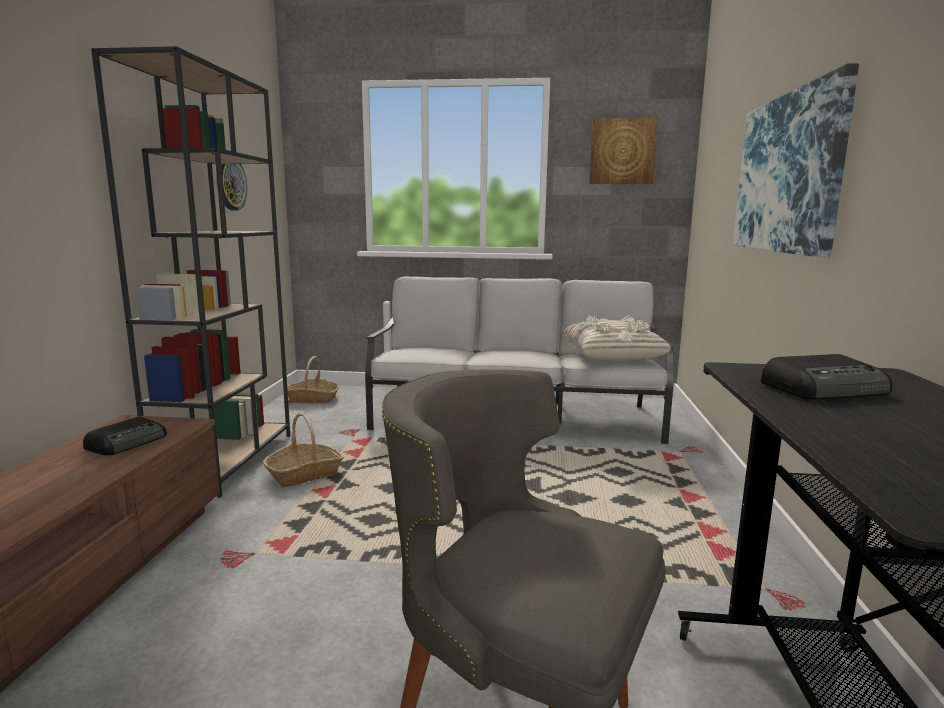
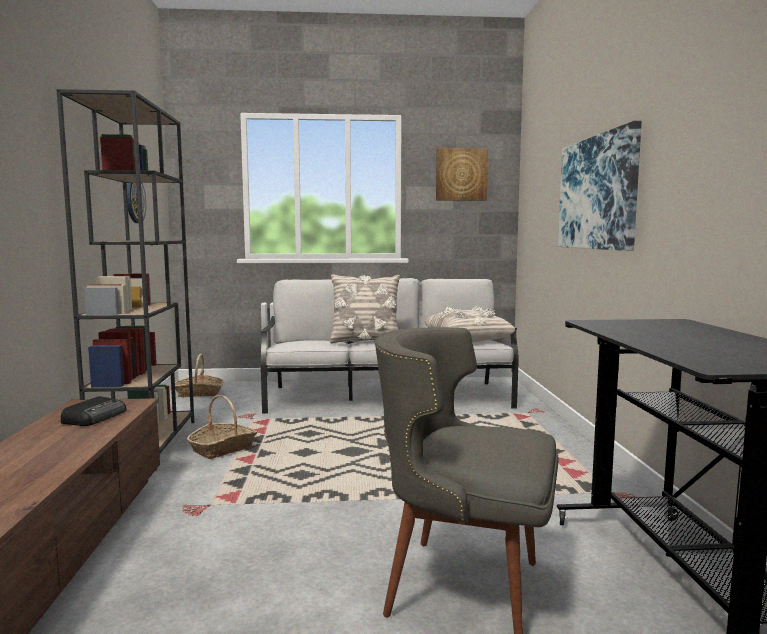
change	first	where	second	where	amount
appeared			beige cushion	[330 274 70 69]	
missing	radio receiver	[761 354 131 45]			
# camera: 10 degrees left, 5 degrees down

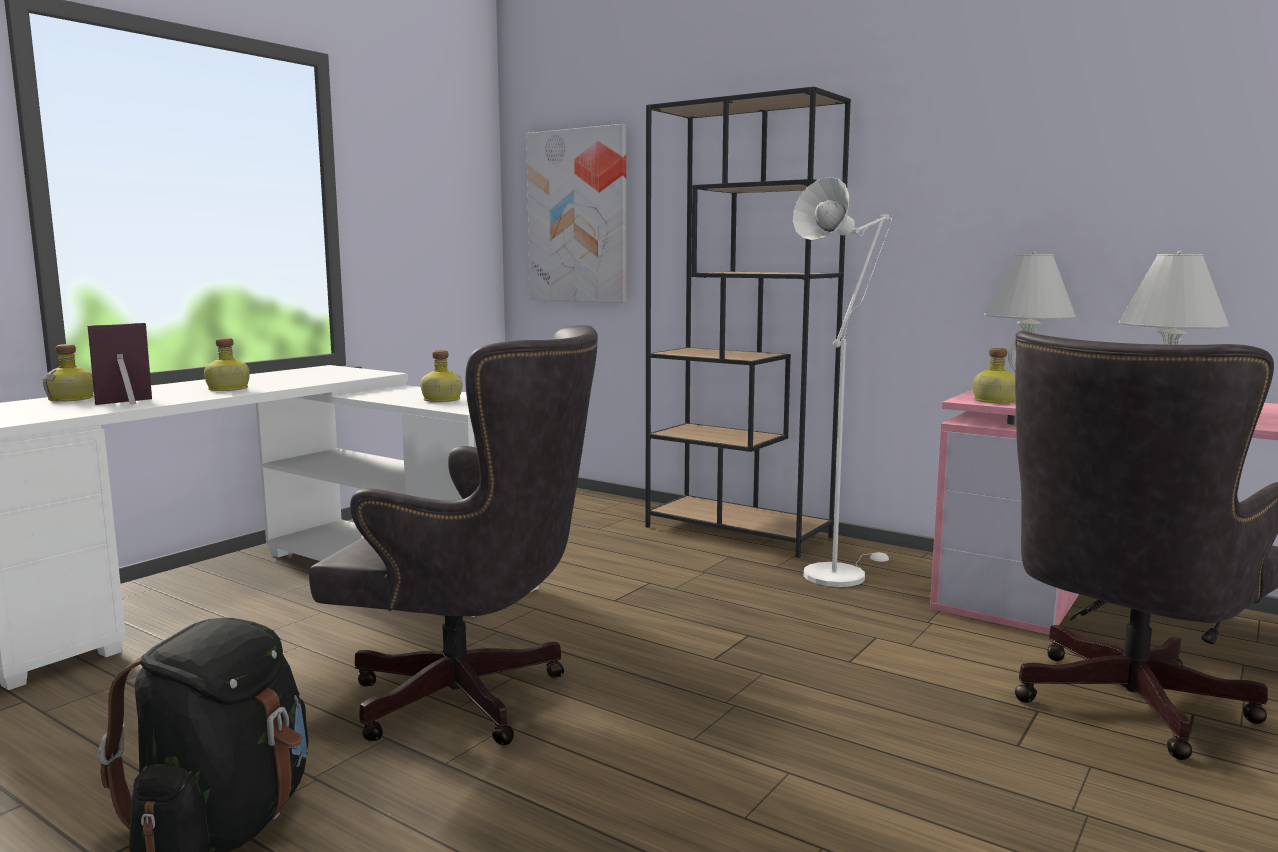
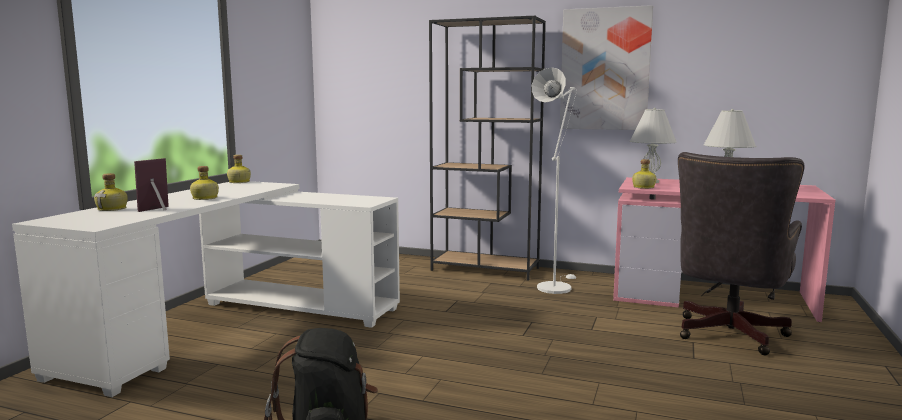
change	first	where	second	where	amount
relocated	drink bottle	[420 350 42 52]		[227 155 24 28]	
relocated	wall art	[526 124 101 179]		[560 5 93 125]	
missing	grey desk chair	[309 325 289 420]			
# camera: 15 degrees left, 0 degrees up

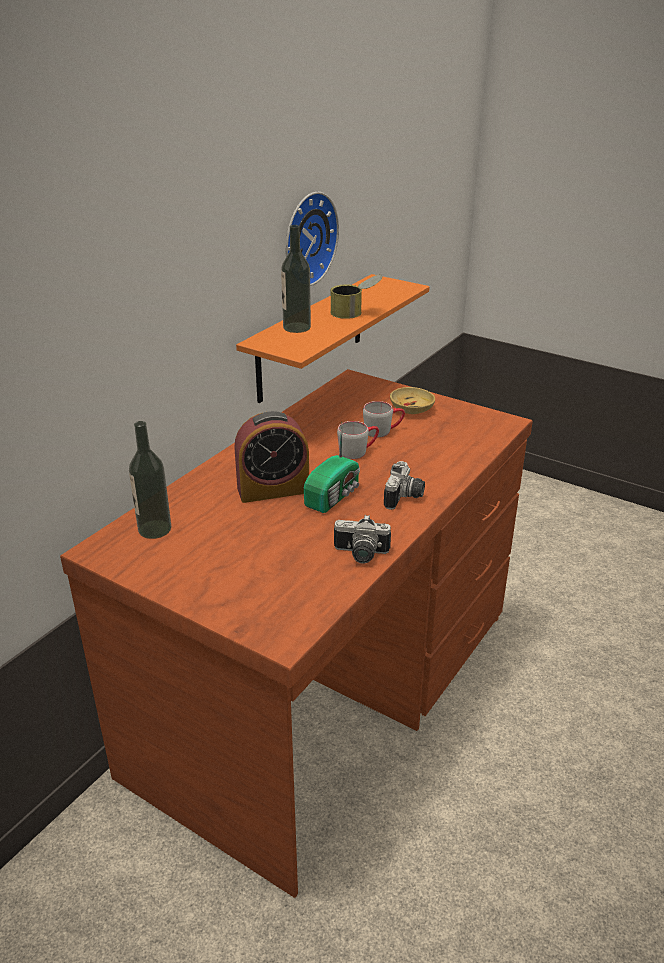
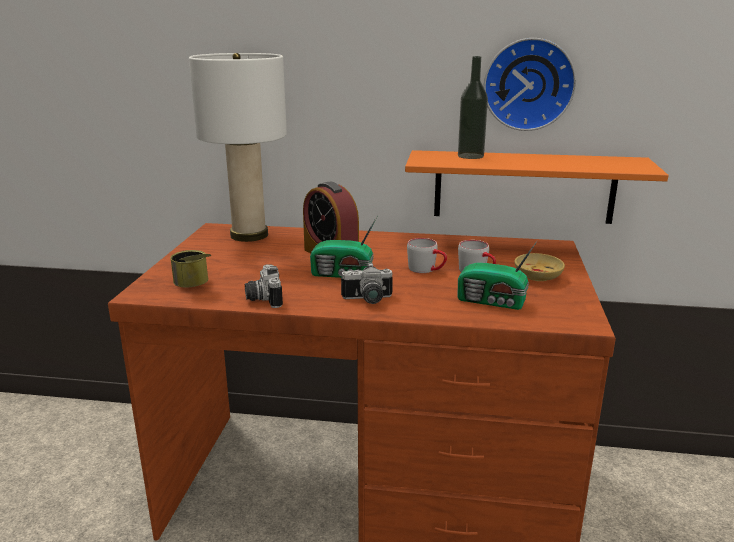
change	first	where	second	where	amount
relocated	can	[330 275 52 44]		[170 250 41 37]	
exchanged	drink bottle	[129 421 42 118]	whitish lamp for a table	[189 53 98 189]	
appeared			radio receiver	[458 241 79 69]	
# camera: 65 degrees right, 10 degrees down

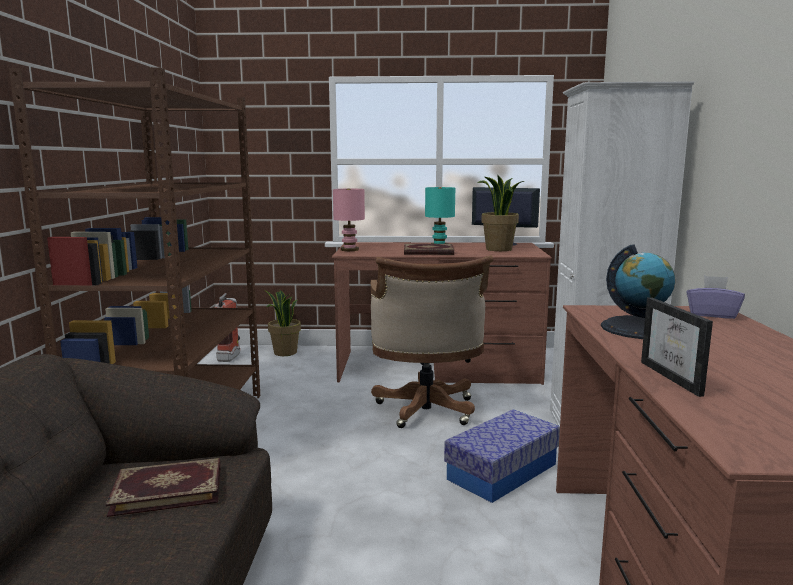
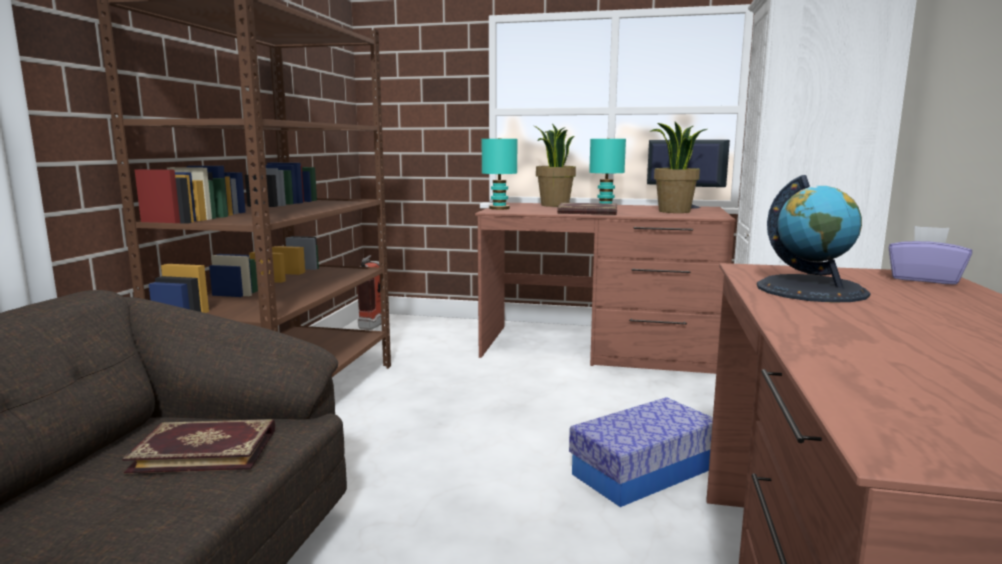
change	first	where	second	where	amount
colour	pinkish lamp for a table	[333 189 32 62]	turquoise-coloured lamp for a table	[482 138 36 72]	
relocated	houseplant	[265 289 36 67]		[534 123 42 84]	
missing	desk chair	[371 255 122 173]			
missing	picture frame	[641 297 72 100]			
# camera: 10 degrees right, 0 degrees up

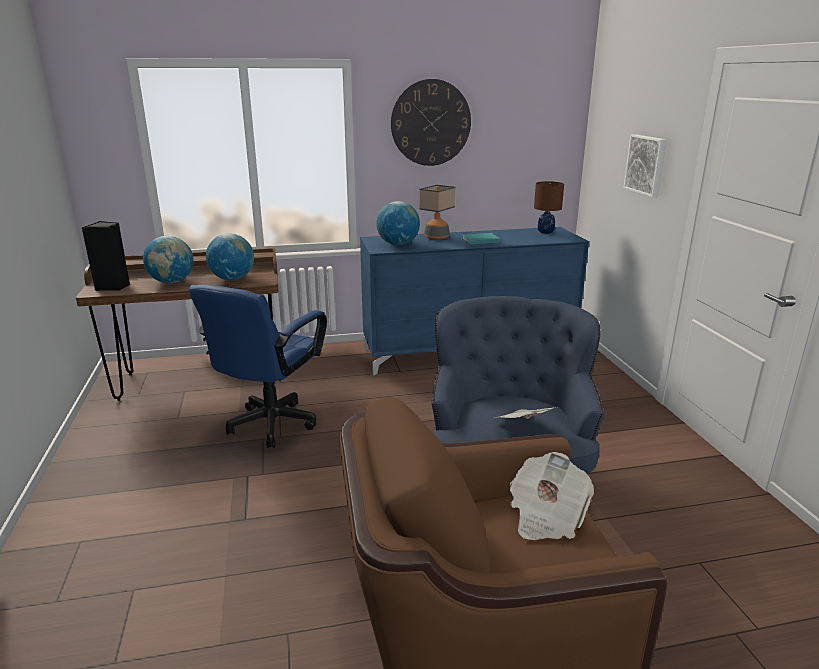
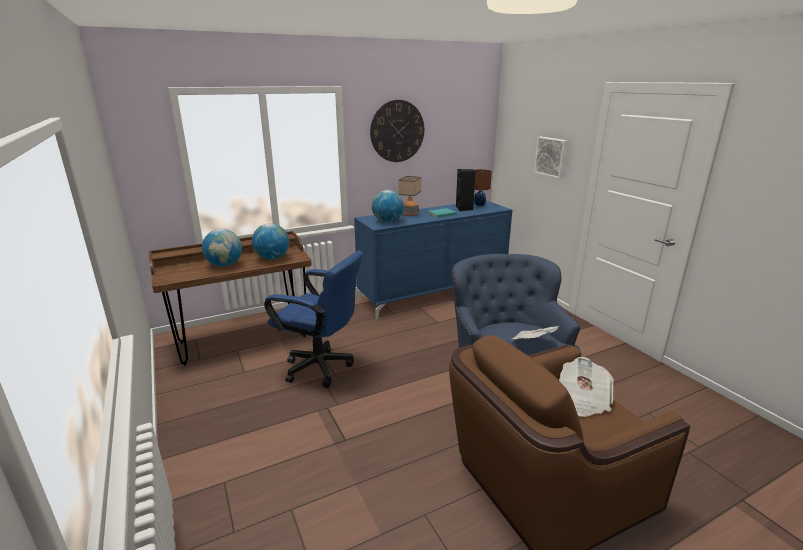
change	first	where	second	where	amount
spun	blue desk chair	[189 284 138 164]		[264 251 99 137]	75 degrees counterclockwise
relocated	black audio speaker	[82 221 48 70]		[456 169 20 42]	
# camera: 15 degrees left, 0 degrees up

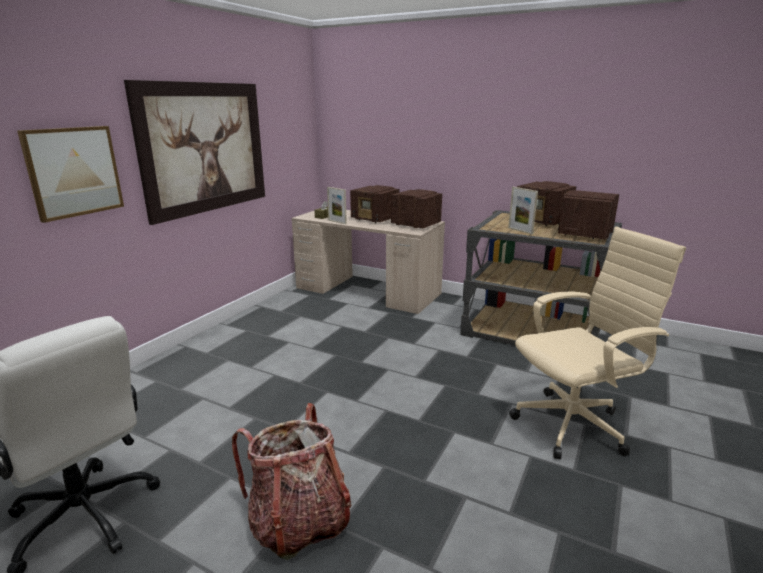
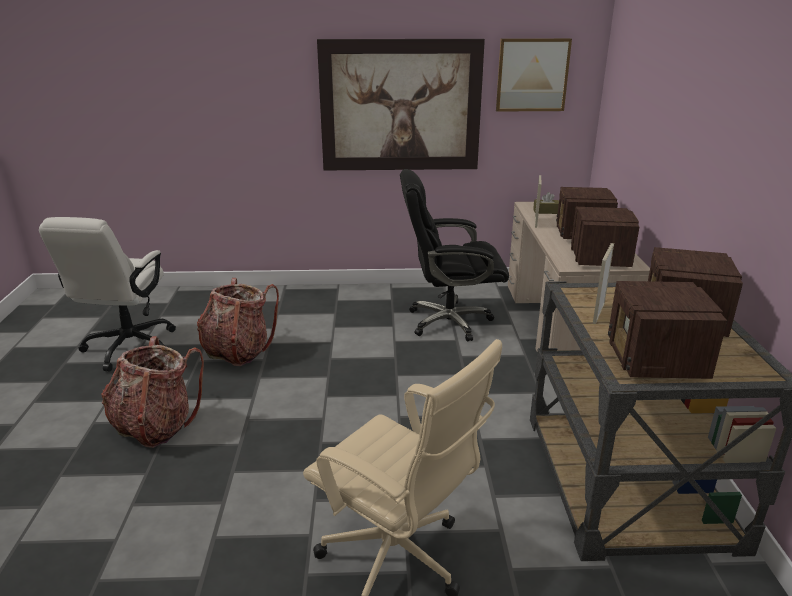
change	first	where	second	where	amount
appeared			backpack	[197 278 82 88]	
appeared			black desk chair	[400 169 109 173]	
relocated	wall art	[17 126 107 97]		[496 38 76 74]	
spun	radio receiver	[558 190 61 49]		[608 281 119 98]	90 degrees counterclockwise
# camera: 60 degrees right, 5 degrees up

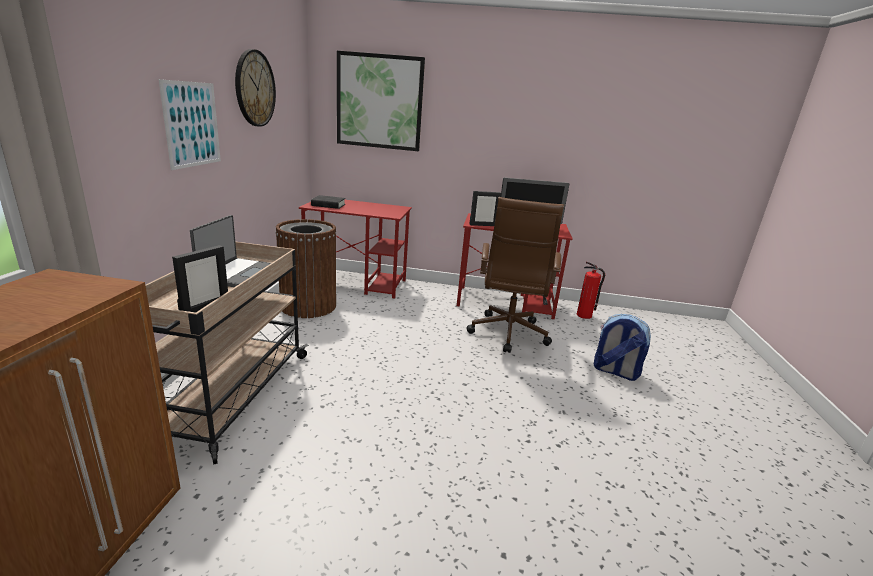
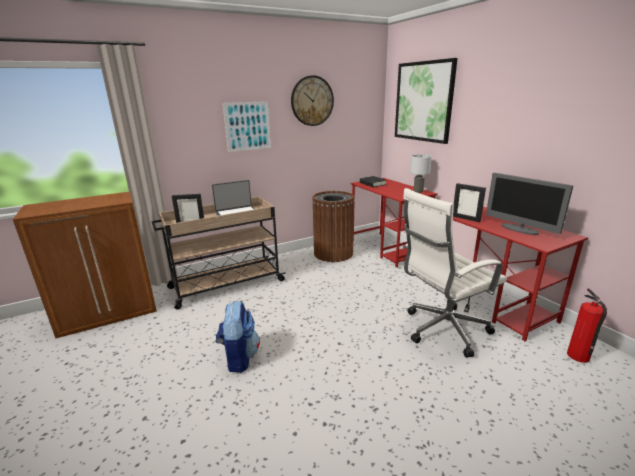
change	first	where	second	where	amount
relocated	backpack	[594 314 57 67]		[216 301 44 72]	
colour	brown desk chair	[466 197 98 156]	whitish desk chair	[403 188 104 170]	
appeared			whitish lamp for a table	[410 154 22 39]	
# camera: 55 degrees right, 0 degrees up

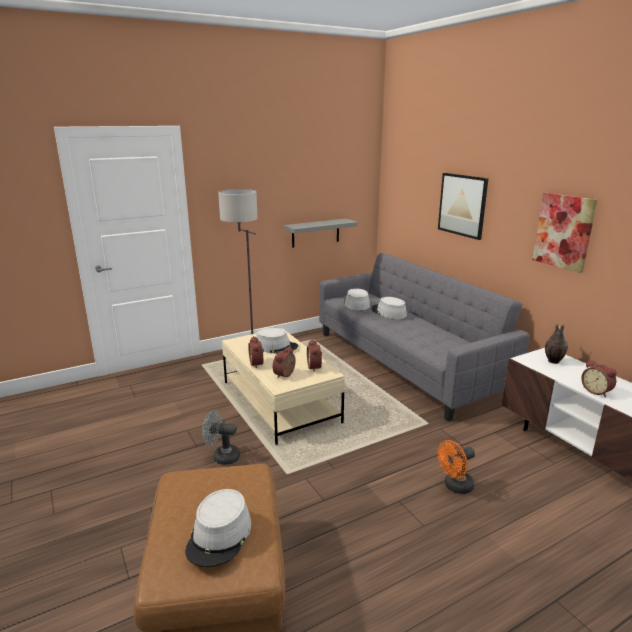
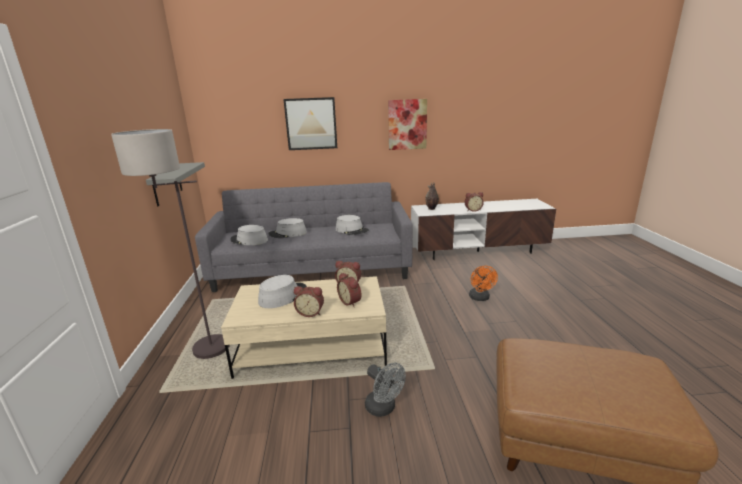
change	first	where	second	where	amount
relocated	grey hat	[185 489 66 78]		[336 215 33 20]	
spun	grey electric fan	[202 410 38 55]		[365 362 41 55]	75 degrees counterclockwise
# camera: 65 degrees left, 0 degrees up

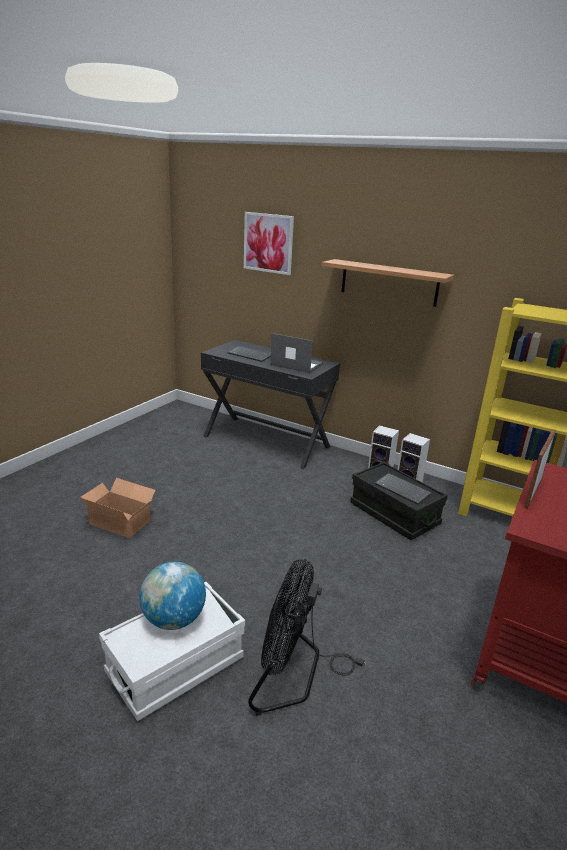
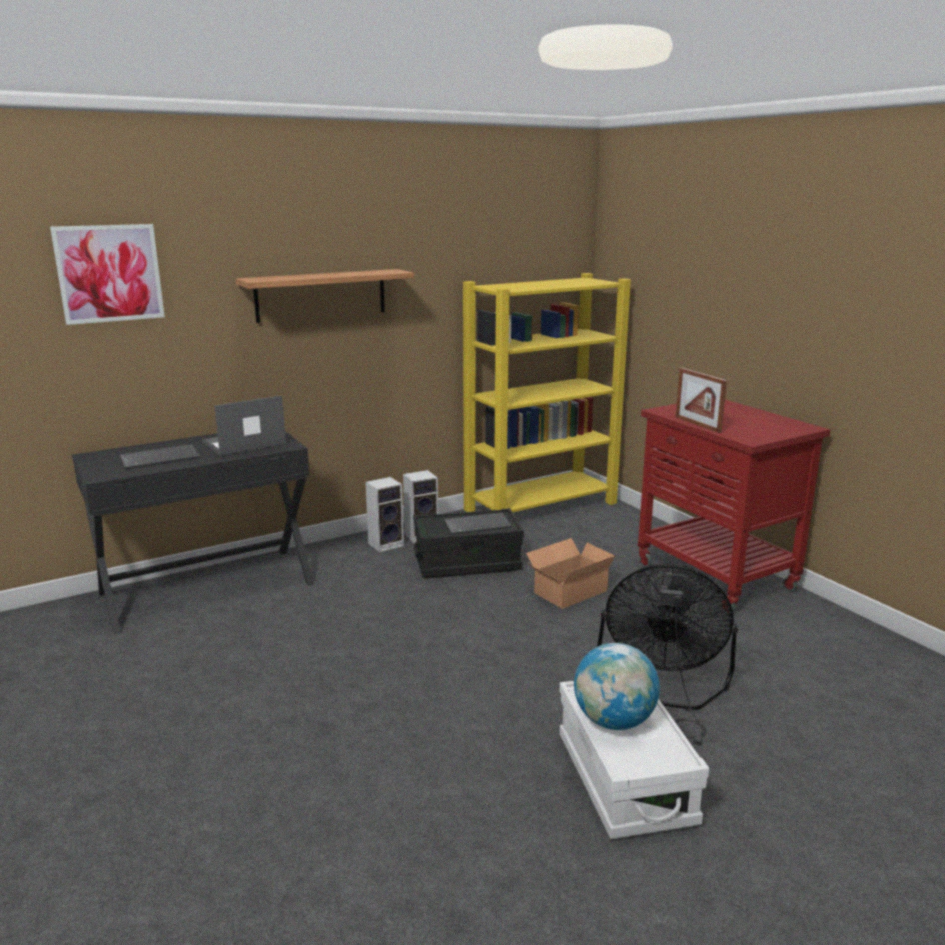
change	first	where	second	where	amount
relocated	carton	[81 478 75 60]		[526 538 90 71]	
spun	black electric fan	[248 559 117 157]		[597 564 141 182]	150 degrees clockwise
# camera: 60 degrees left, 5 degrees down

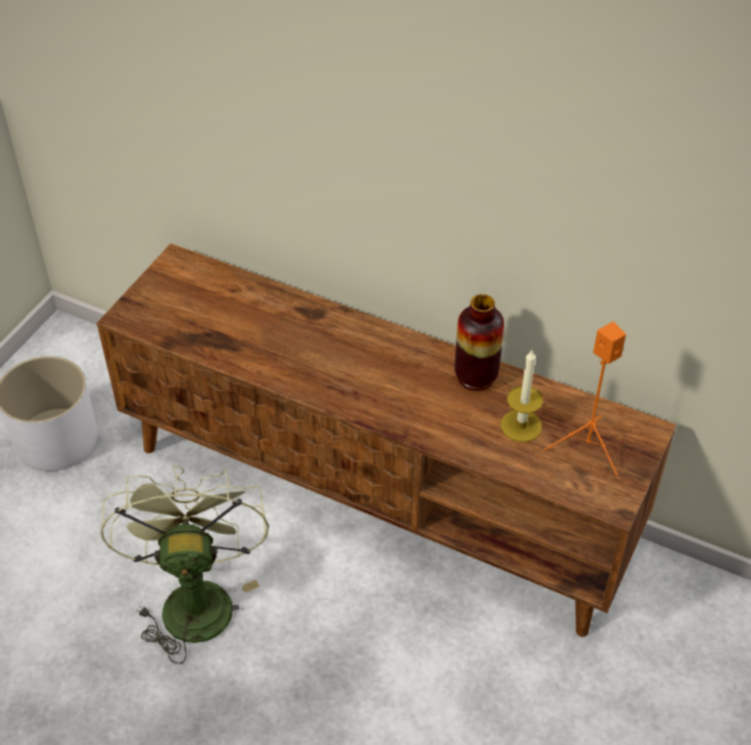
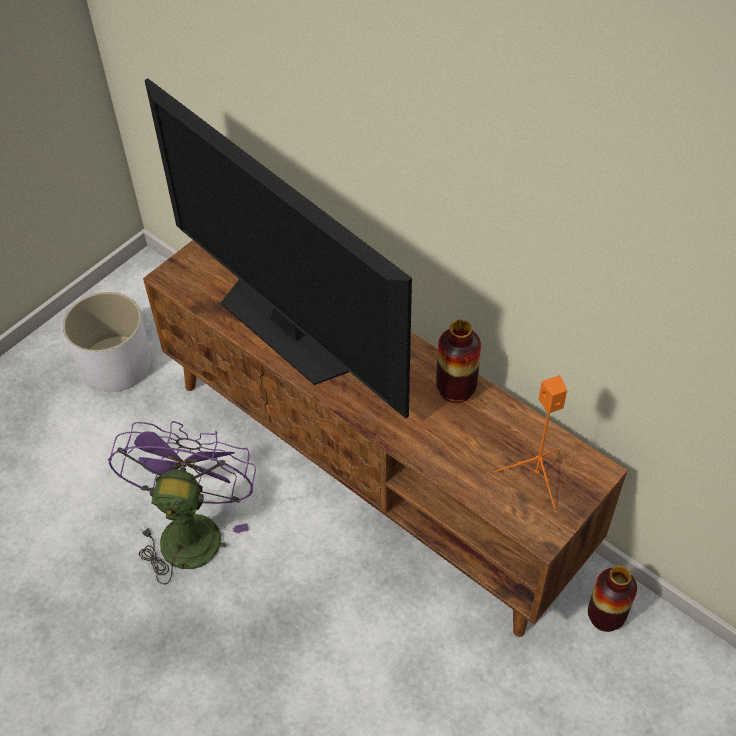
change	first	where	second	where	amount
colour	green electric fan	[100 466 169 198]	purplish electric fan	[108 421 148 163]	
appeared			television	[145 78 267 340]	
appeared			flower vase	[588 566 49 66]	
missing	wax candle	[501 350 42 92]			
# camera: 15 degrees right, 5 degrees up

